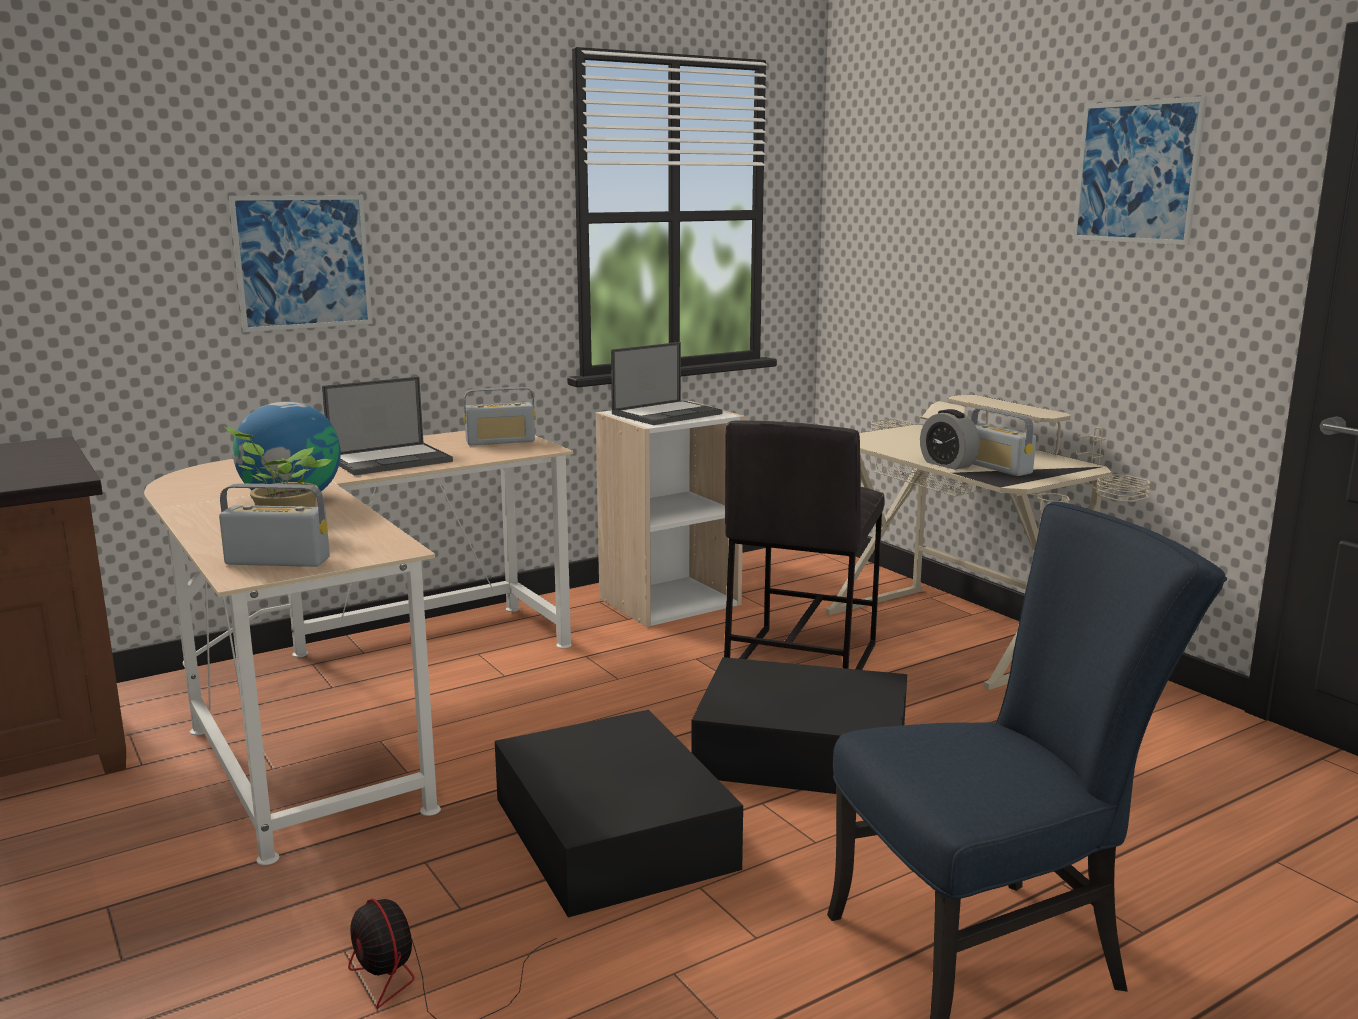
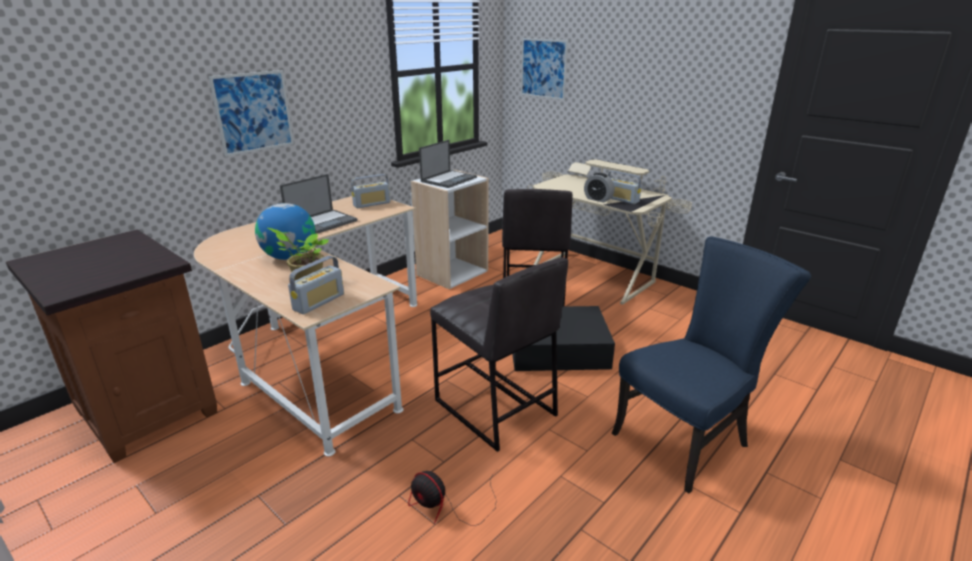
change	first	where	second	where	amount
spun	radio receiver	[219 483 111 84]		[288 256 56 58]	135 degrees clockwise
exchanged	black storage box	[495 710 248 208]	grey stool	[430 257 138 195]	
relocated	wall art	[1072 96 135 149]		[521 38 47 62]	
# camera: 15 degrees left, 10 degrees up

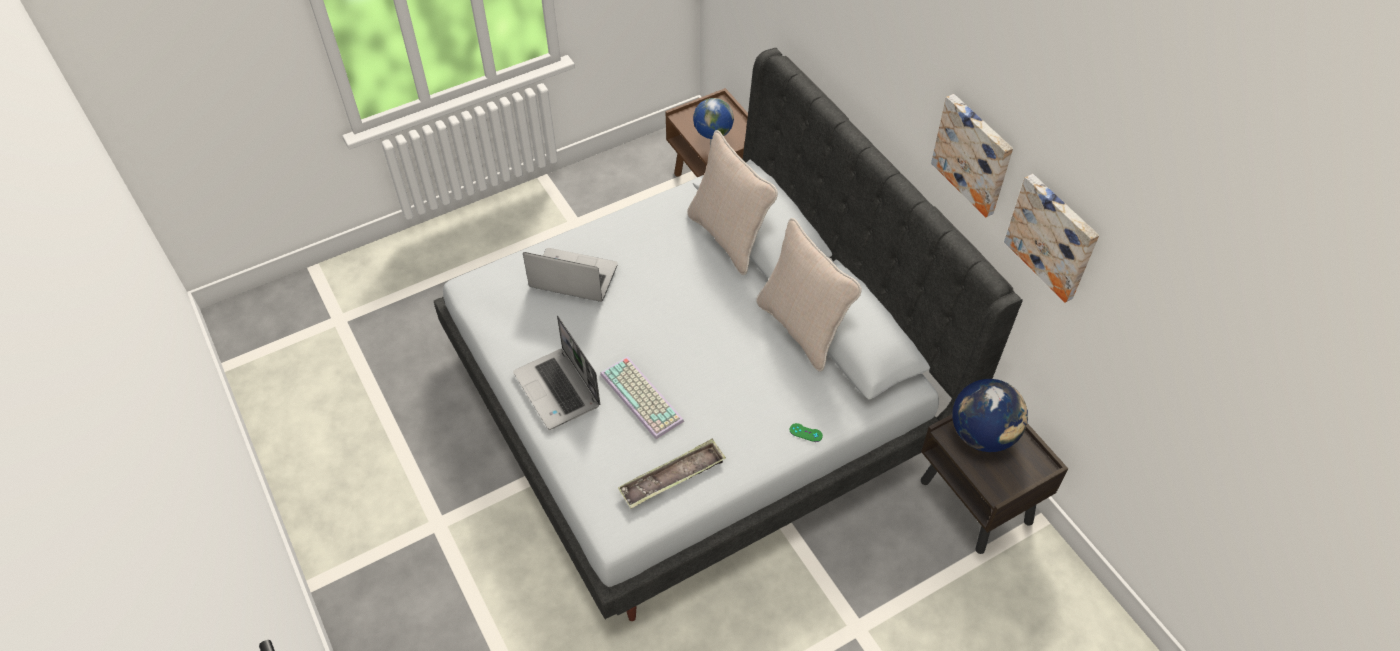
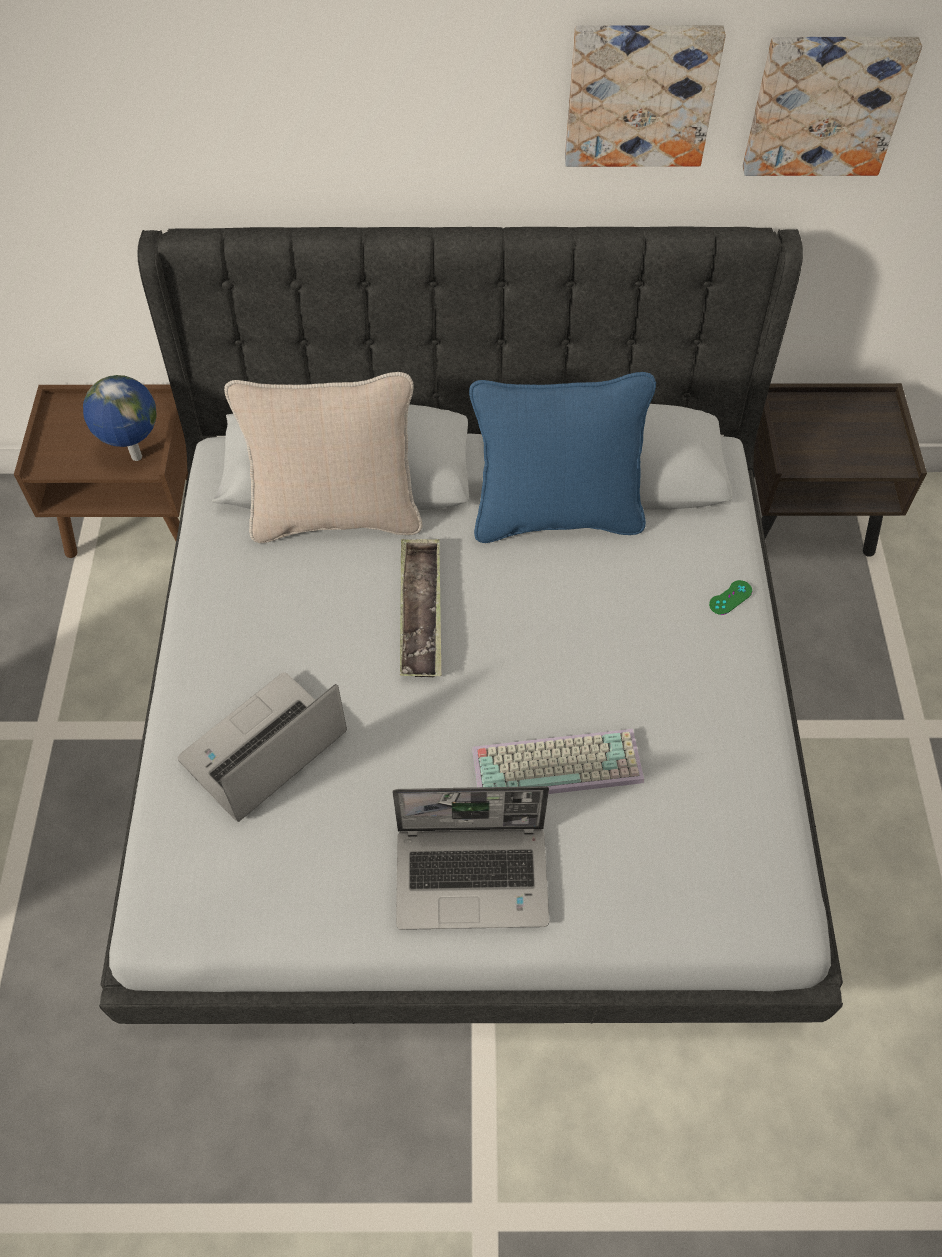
change	first	where	second	where	amount
relocated	carrying tray	[618 439 108 70]		[400 539 41 138]	
colour	beige cushion	[756 218 106 154]	blue cushion	[469 372 187 171]	
missing	globe	[952 379 76 73]			
# camera: 60 degrees left, 5 degrees up

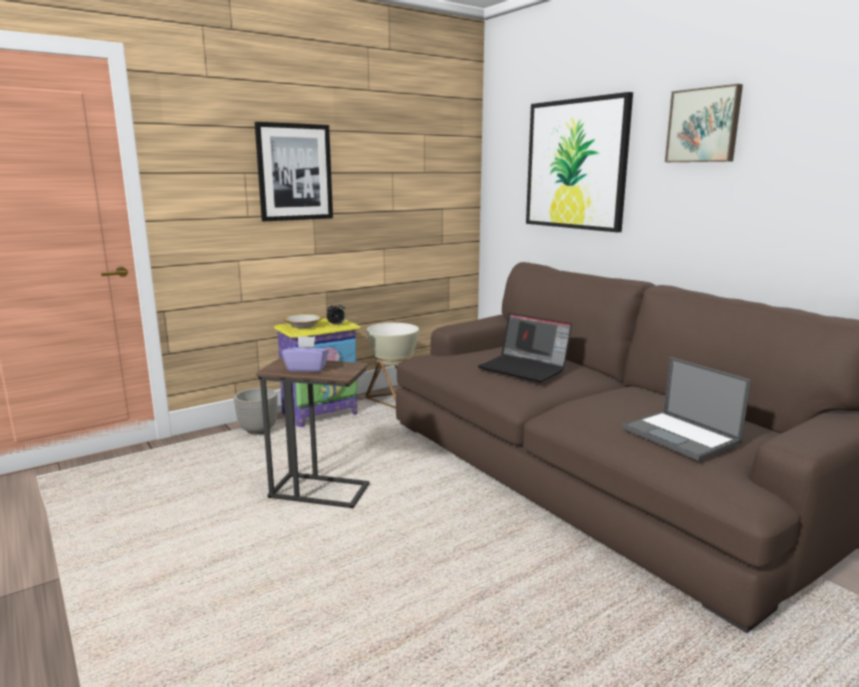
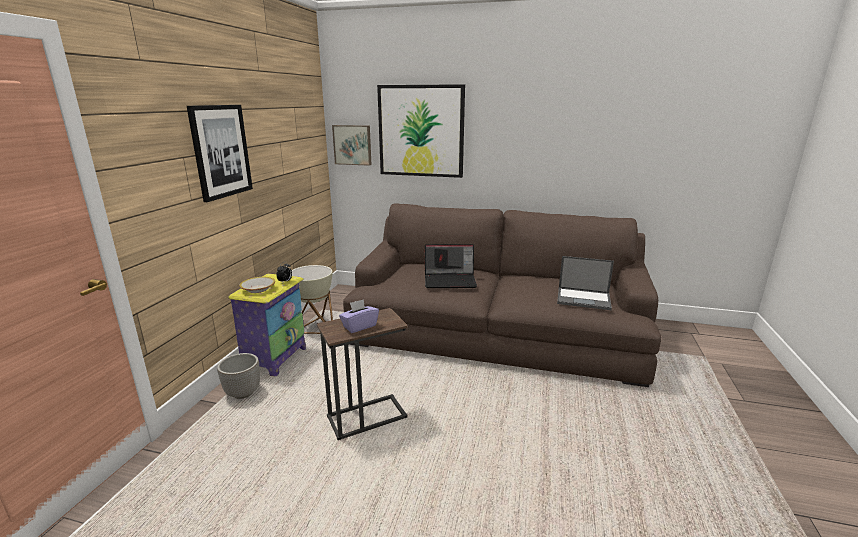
change	first	where	second	where	amount
relocated	wall art	[665 84 78 78]		[332 125 40 41]	
# camera: 40 degrees left, 5 degrees up

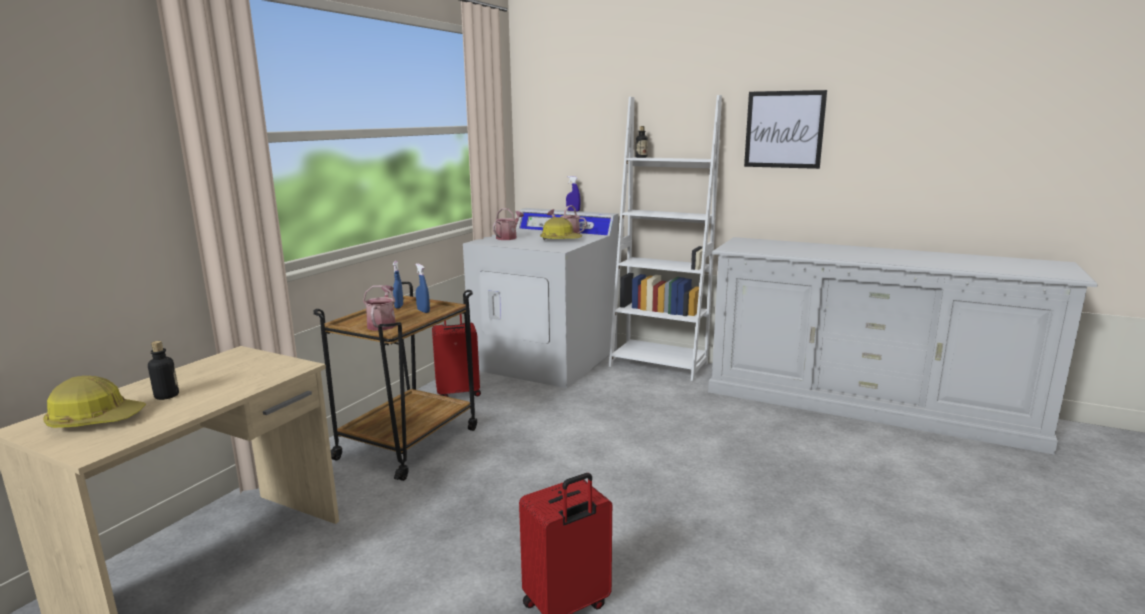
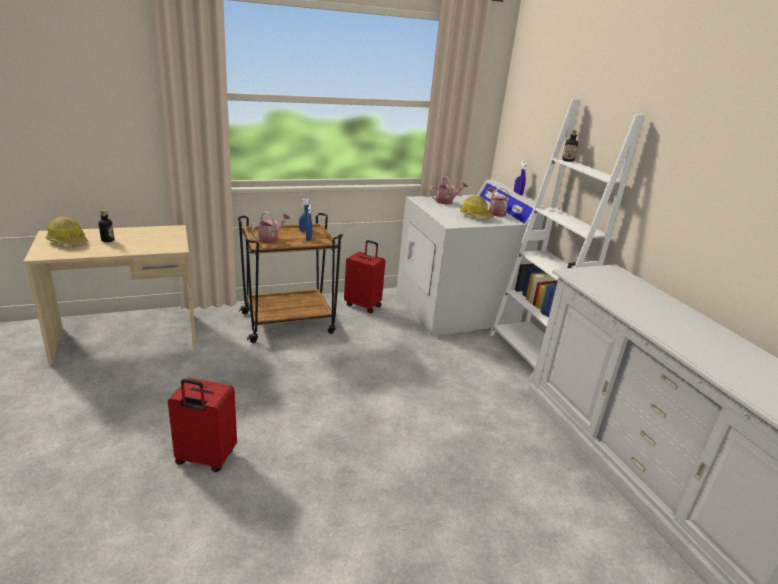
change	first	where	second	where	amount
missing	wall art	[744 90 83 79]			
# camera: 40 degrees right, 10 degrees up

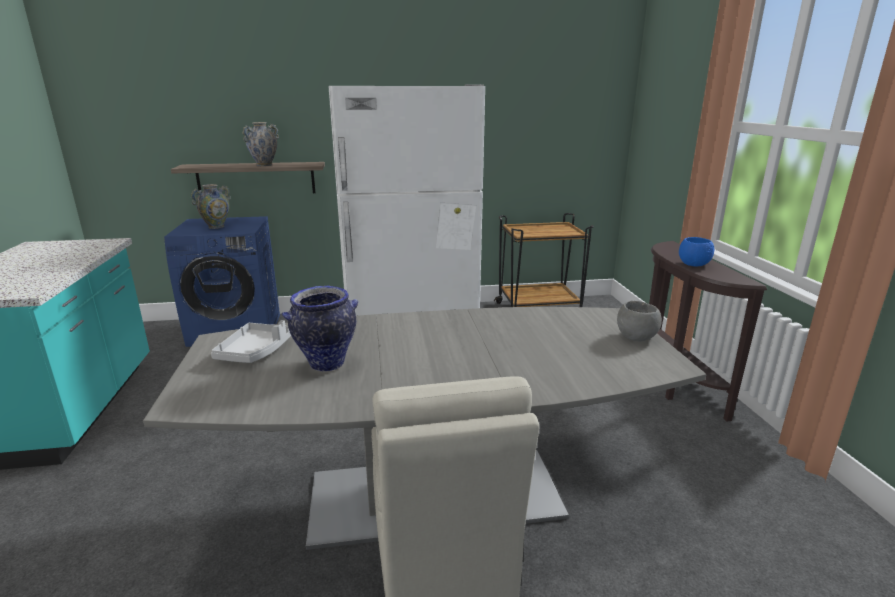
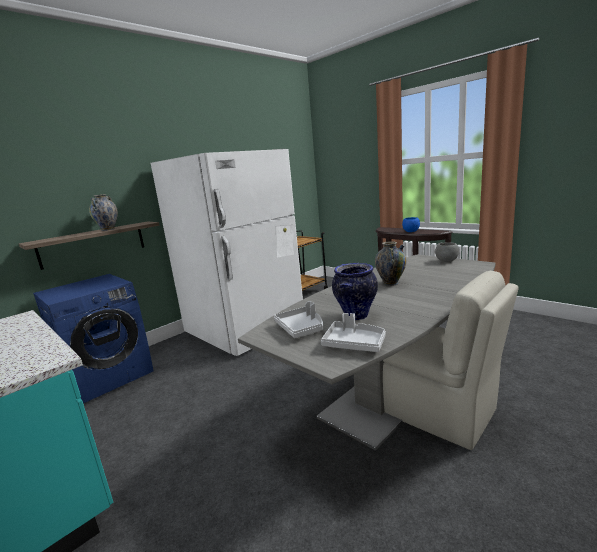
change	first	where	second	where	amount
appeared			grey carrying tray	[321 313 65 39]	
relocated	flower vase	[191 184 40 45]		[375 241 32 45]	
# camera: 35 degrees left, 5 degrees down

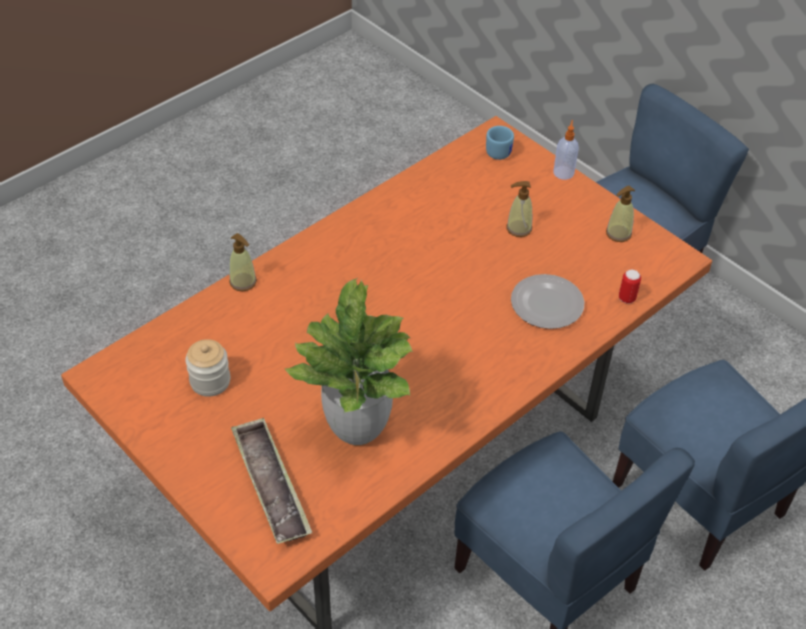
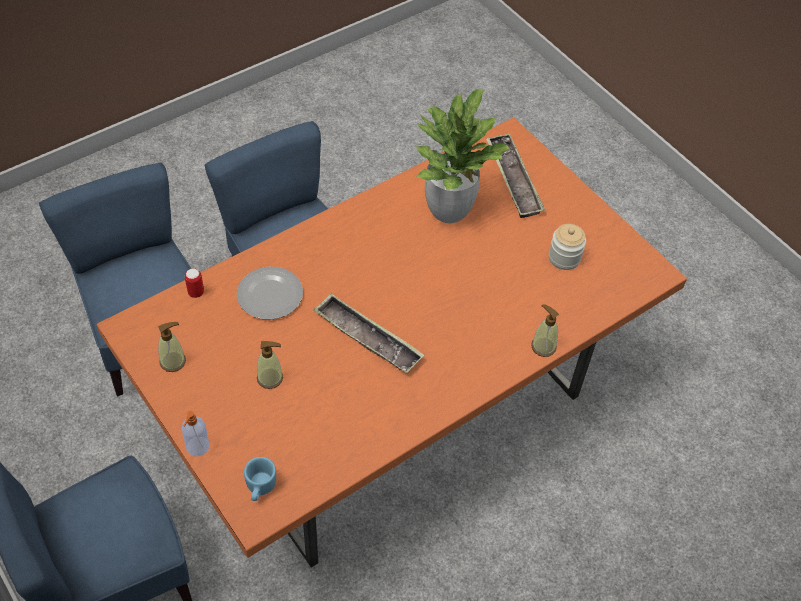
change	first	where	second	where	amount
appeared			carrying tray	[313 293 111 80]	
# camera: 175 degrees left, 5 degrees up

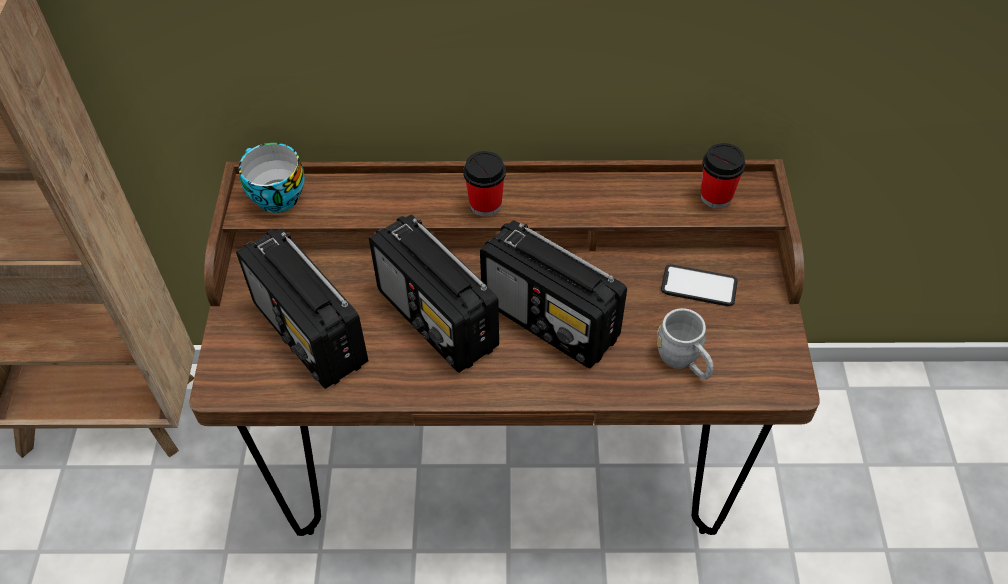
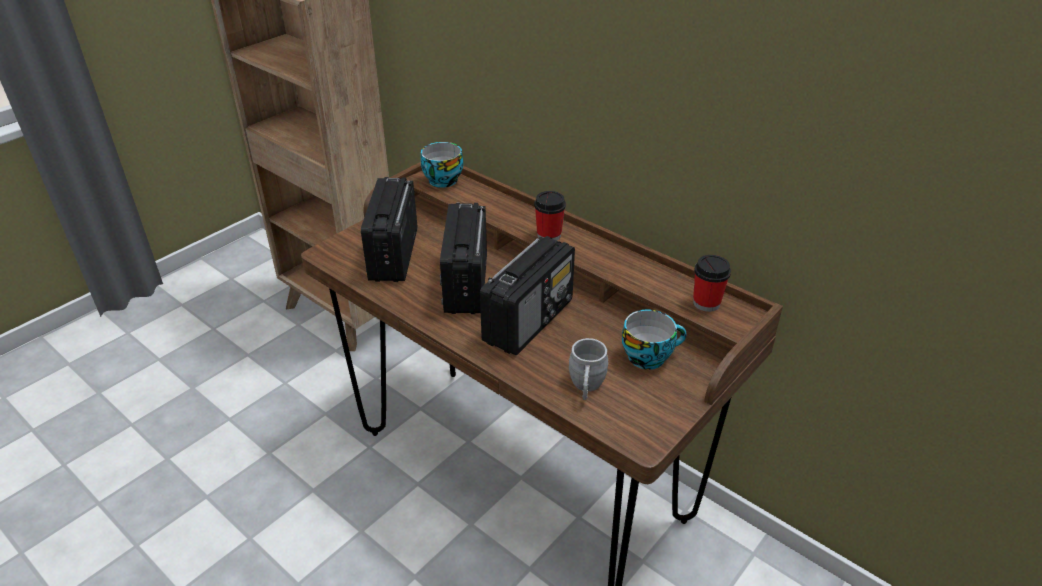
change	first	where	second	where	amount
spun	radio receiver	[480 220 147 148]		[480 236 95 119]	135 degrees counterclockwise
exchanged	telephone	[661 264 77 42]	drinking cup	[622 309 64 61]	
# camera: 40 degrees right, 15 degrees down

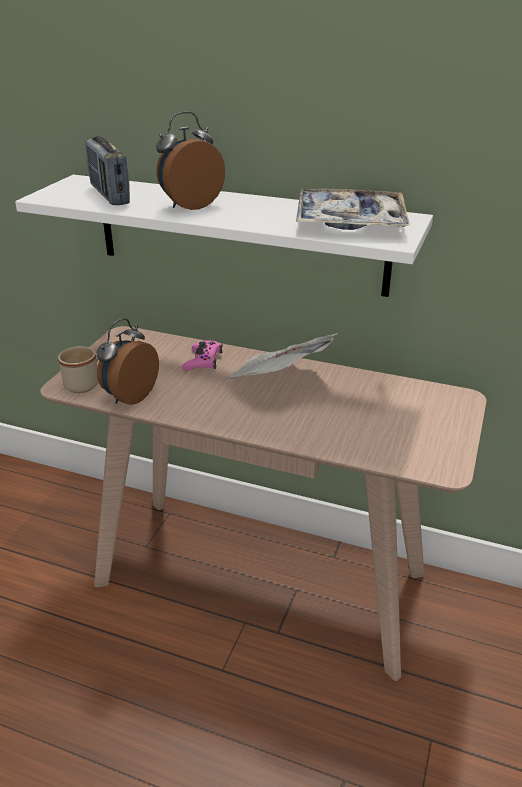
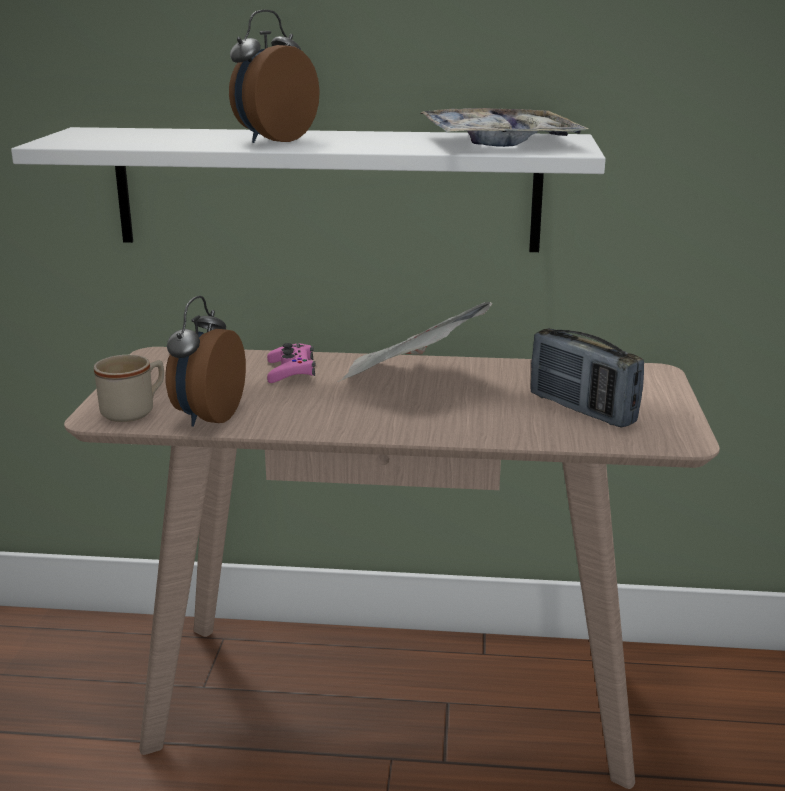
change	first	where	second	where	amount
relocated	radio receiver	[85 136 45 69]		[531 328 113 99]	
# camera: 15 degrees left, 10 degrees down

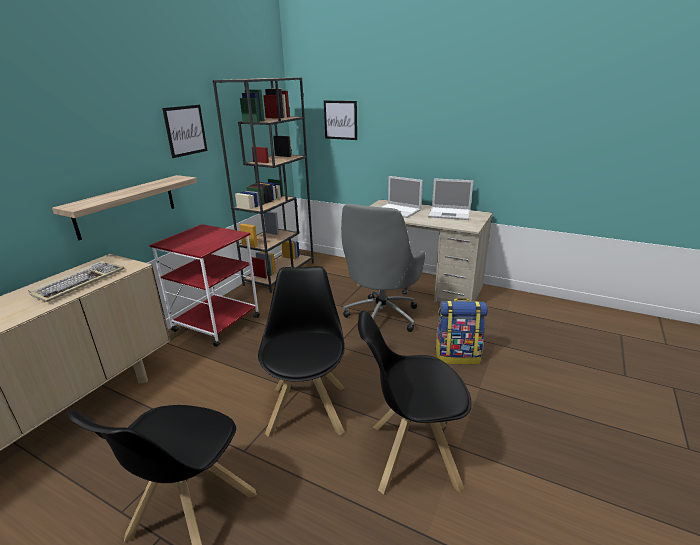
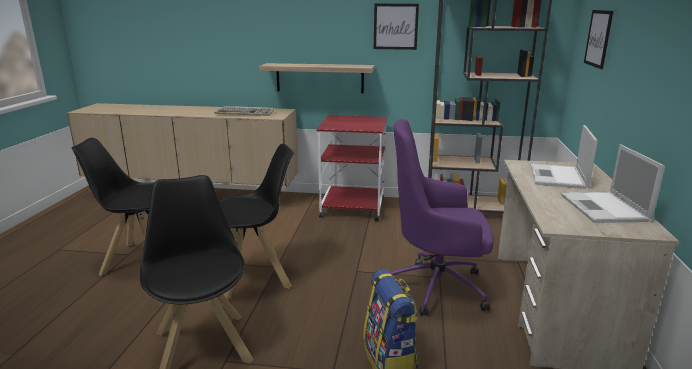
change	first	where	second	where	amount
colour	grey desk chair	[341 204 84 128]	purplish desk chair	[390 119 103 197]	
# camera: 70 degrees right, 5 degrees down

